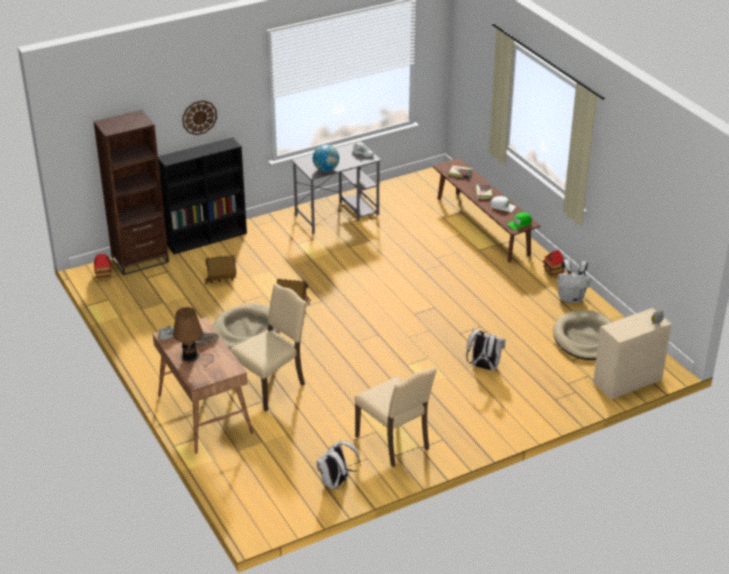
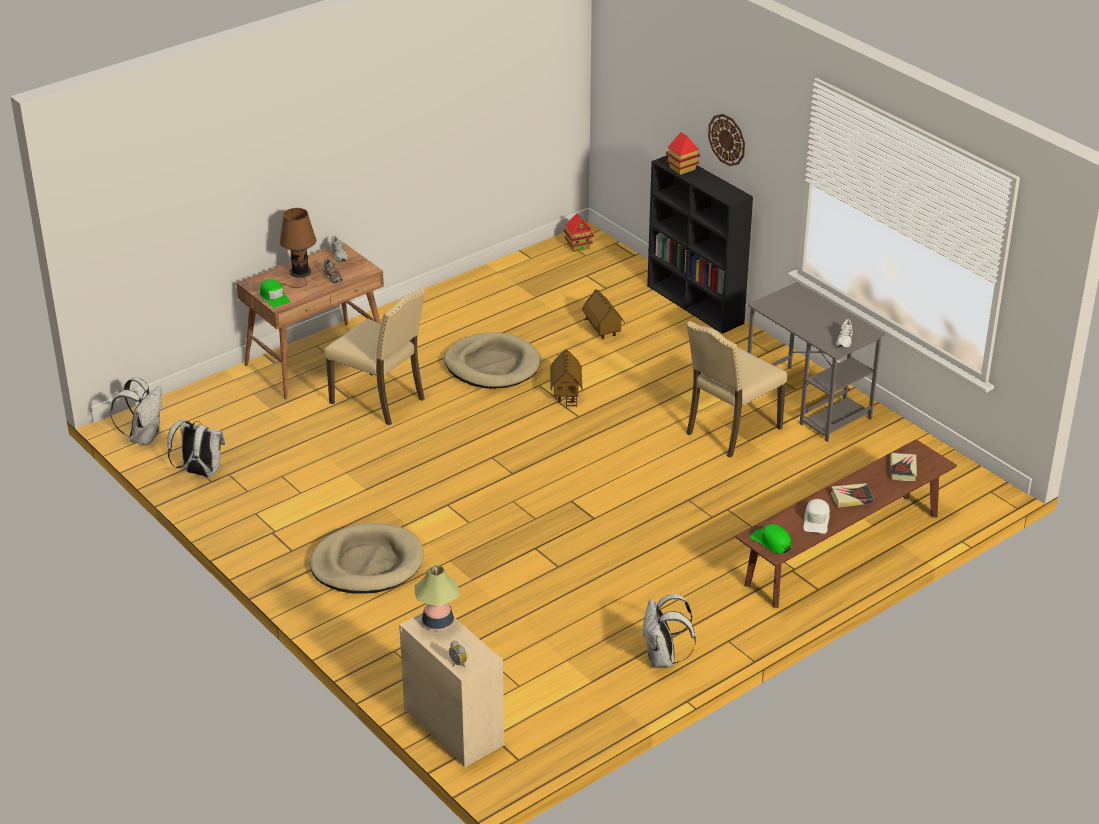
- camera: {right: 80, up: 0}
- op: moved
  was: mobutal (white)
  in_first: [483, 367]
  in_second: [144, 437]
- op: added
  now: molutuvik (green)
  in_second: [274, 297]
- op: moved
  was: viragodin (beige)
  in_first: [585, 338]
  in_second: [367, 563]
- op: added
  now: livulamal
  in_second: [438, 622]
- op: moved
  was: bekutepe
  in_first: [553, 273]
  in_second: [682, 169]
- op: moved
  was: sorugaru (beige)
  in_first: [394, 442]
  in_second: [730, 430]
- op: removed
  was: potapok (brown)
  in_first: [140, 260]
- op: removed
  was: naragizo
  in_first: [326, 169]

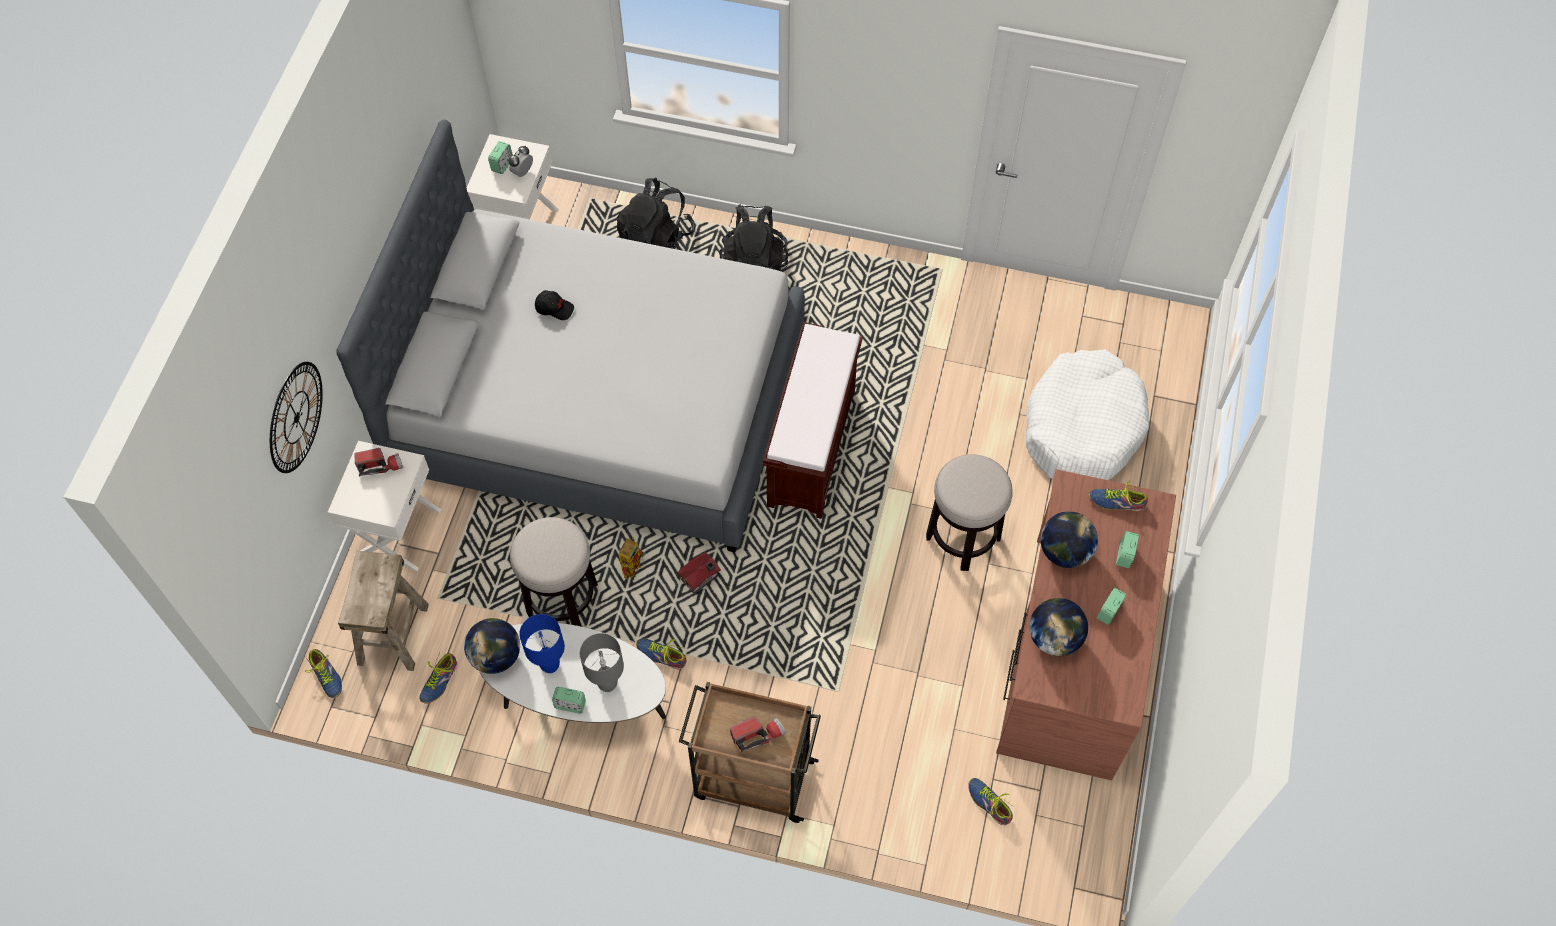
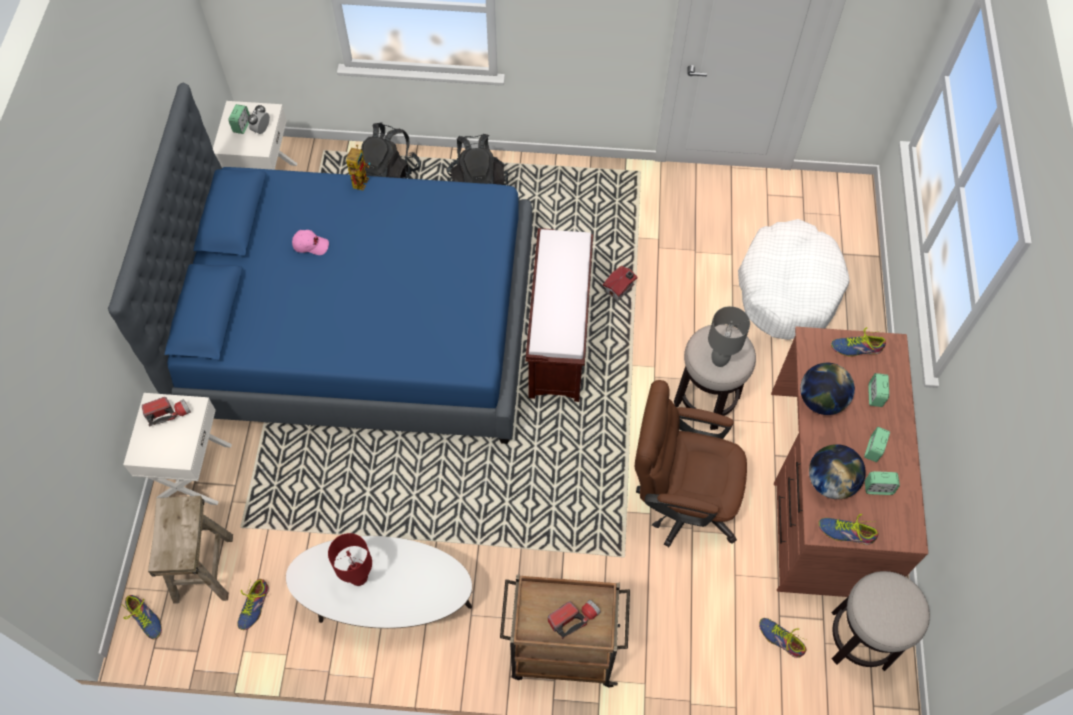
- camera: {right: -10, up: 0}
- op: recoloured
  was: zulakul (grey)
  now: zulakul (blue)
  in_first: [600, 401]
  in_second: [361, 326]
- op: recoloured
  was: molutuvik (black)
  now: molutuvik (pink)
  in_first: [554, 308]
  in_second: [311, 245]
- op: recoloured
  was: livulamal (blue)
  now: livulamal (red)
  in_first: [549, 665]
  in_second: [358, 578]
- op: moved
  was: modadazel
  in_first: [632, 565]
  in_second: [360, 179]
- op: moved
  was: bekutepe
  in_first: [701, 578]
  in_second: [620, 288]
- op: added
  now: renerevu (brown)
  in_second: [680, 499]
- op: moved
  was: livulamal (grey)
  in_first: [608, 684]
  in_second: [720, 360]
- op: moved
  was: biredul
  in_first: [661, 655]
  in_second: [846, 533]
- op: moved
  was: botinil
  in_first: [562, 599]
  in_second: [860, 639]
- op: moved
  was: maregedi
  in_first: [570, 705]
  in_second: [878, 488]
- op: removed
  was: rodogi
  in_first: [296, 417]
- op: removed
  was: naragizo
  in_first: [496, 656]

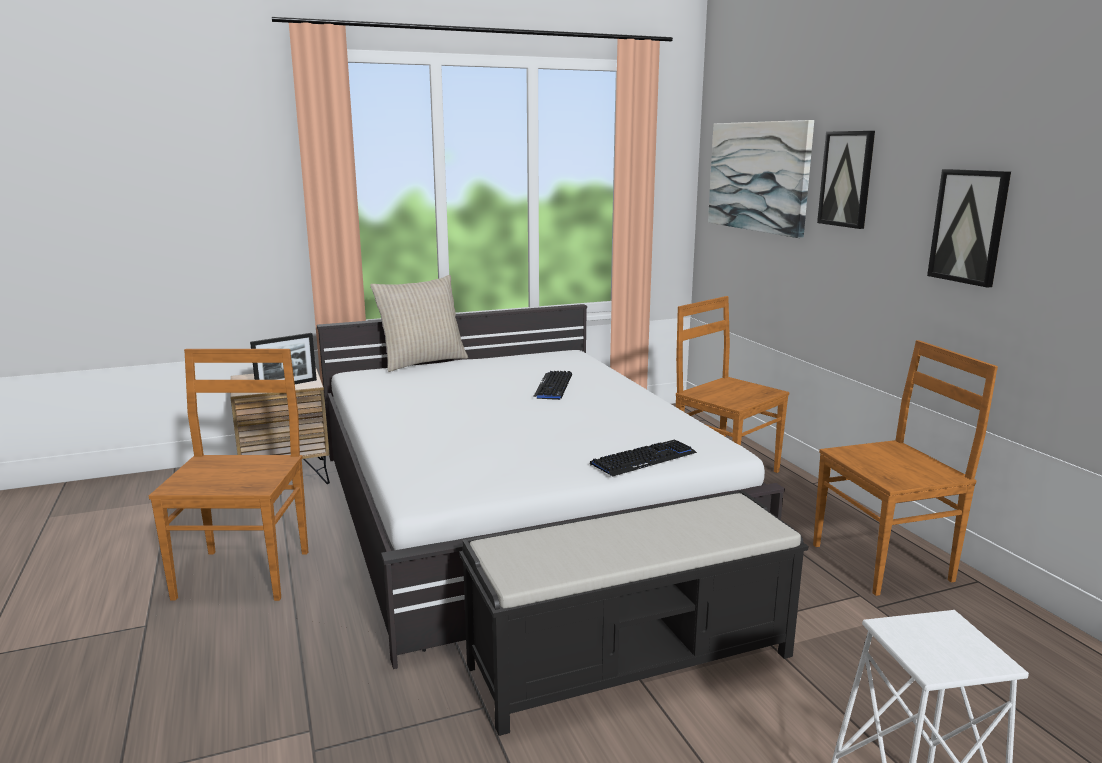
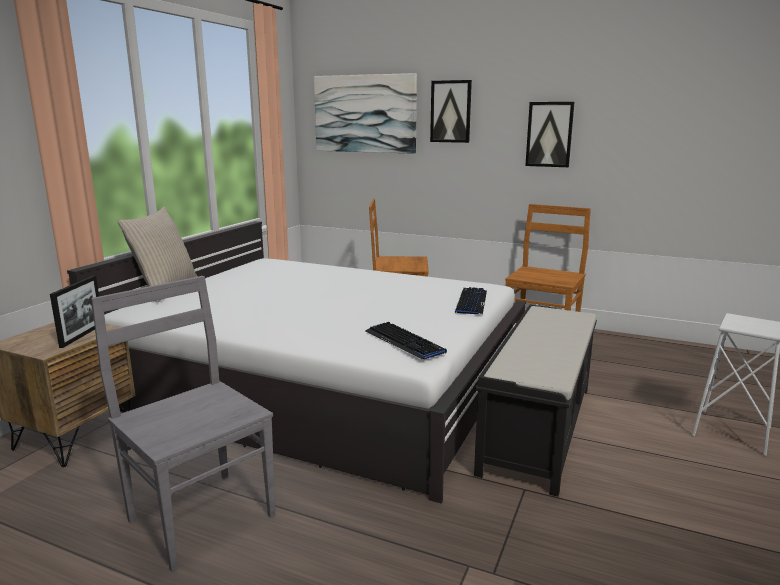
- camera: {right: -45, up: 0}
- op: recoloured
  was: sorugaru (brown)
  now: sorugaru (grey)
  in_first: [245, 572]
  in_second: [200, 516]
- op: moved
  was: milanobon
  in_first: [553, 386]
  in_second: [404, 342]

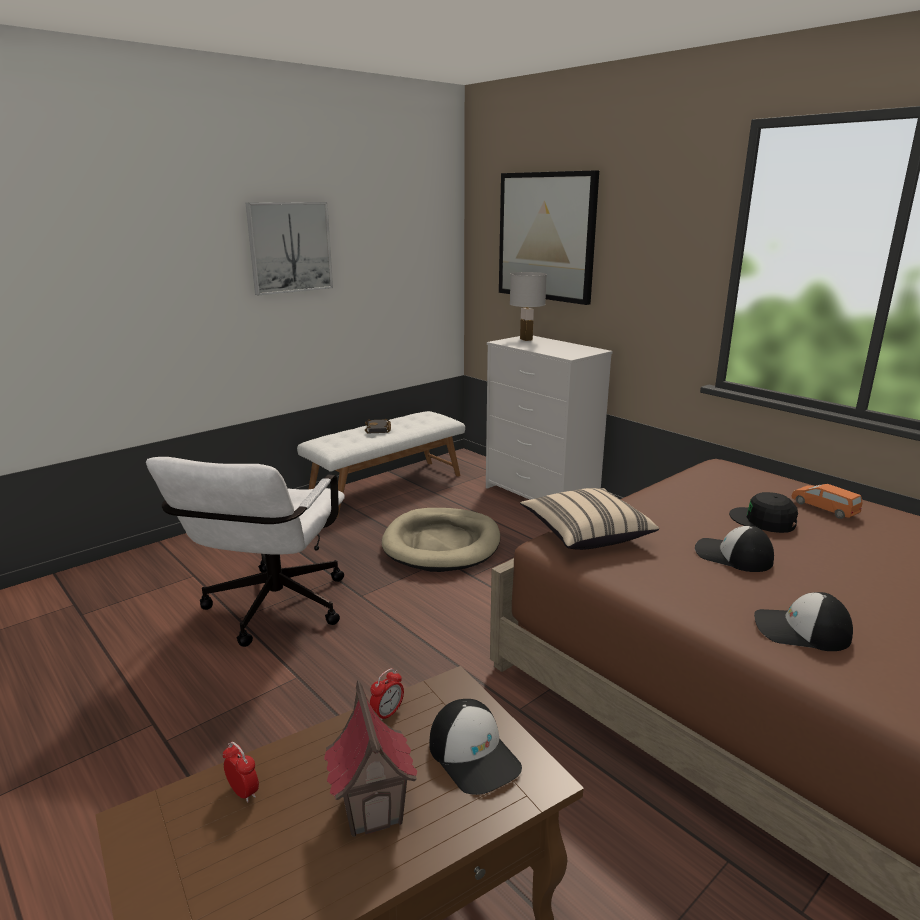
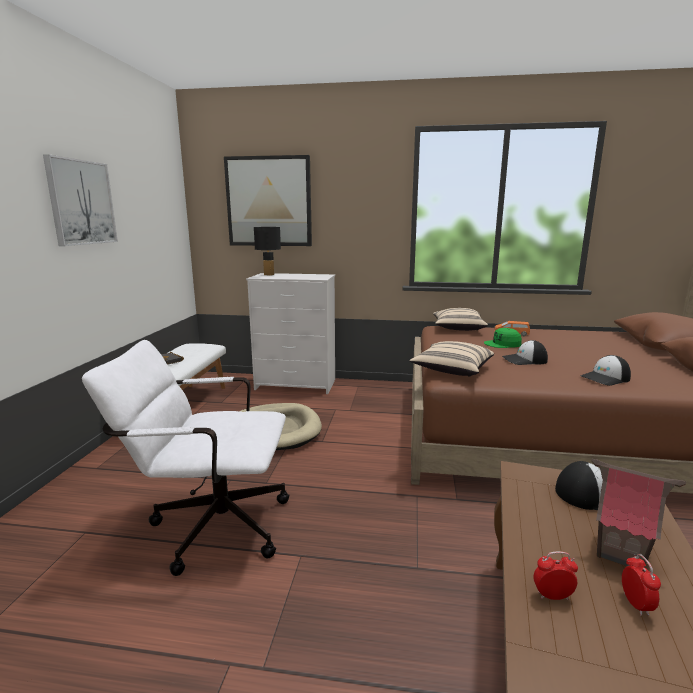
- camera: {right: -40, up: -5}
- op: turned
  was: renerevu (white)
  in_first: [271, 612]
  in_second: [209, 525]
  clockwise: 120
- op: recoloured
  was: livulamal (white)
  now: livulamal (black)
  in_first: [526, 339]
  in_second: [269, 275]
- op: added
  now: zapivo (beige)
  in_second: [457, 329]
- op: recoloured
  was: molutuvik (black)
  now: molutuvik (green)
  in_first: [763, 520]
  in_second: [503, 344]
- op: moved
  was: maregedi
  in_first: [387, 713]
  in_second: [636, 604]

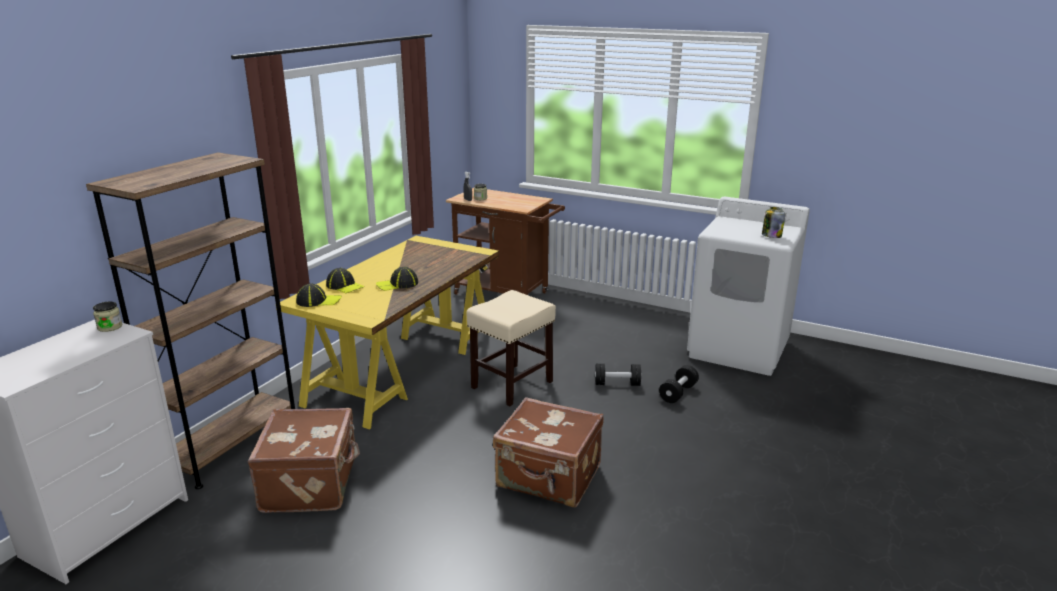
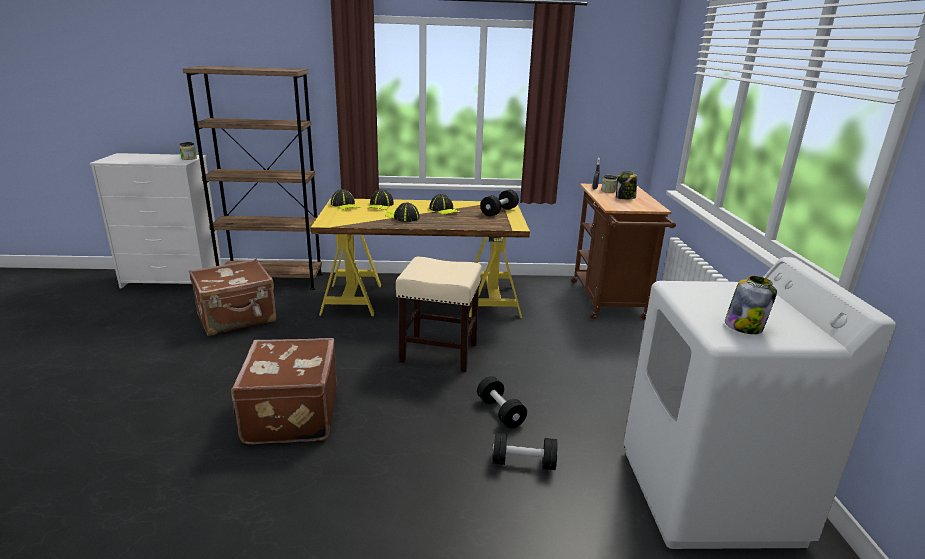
- camera: {right: 60, up: 0}
- op: added
  now: molutuvik
  in_second: [444, 210]
- op: added
  now: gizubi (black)
  in_second: [499, 212]
- op: added
  now: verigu
  in_second: [625, 198]

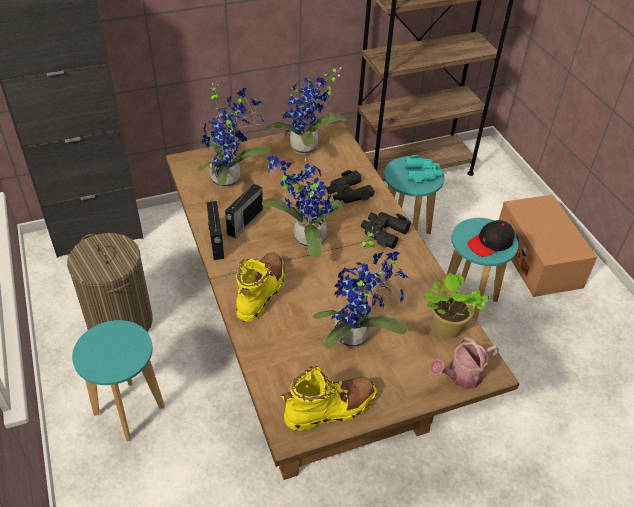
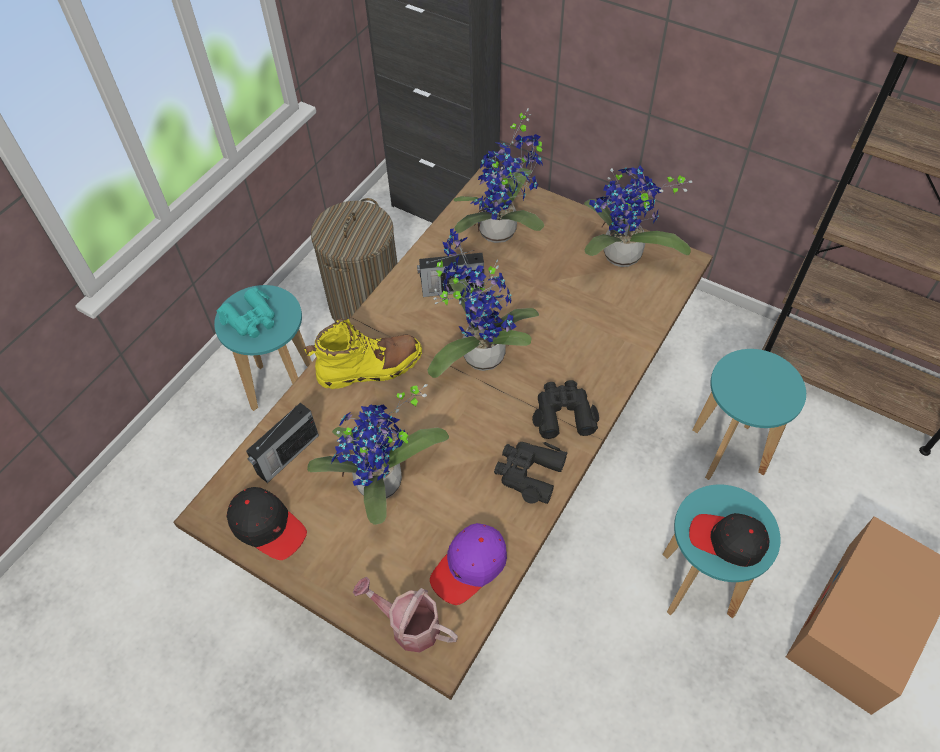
- camera: {right: 55, up: 10}
- op: moved
  was: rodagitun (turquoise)
  in_first: [422, 173]
  in_second: [251, 319]
- op: replaced
  was: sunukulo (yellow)
  now: molutuvik (black)
  in_first: [330, 409]
  in_second: [268, 526]
- op: moved
  was: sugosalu
  in_first: [216, 243]
  in_second: [287, 455]
- op: replaced
  was: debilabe
  now: molutuvik (purple)
  in_first: [446, 328]
  in_second: [470, 567]
- op: moved
  was: rodagitun (black)
  in_first: [348, 193]
  in_second: [528, 473]

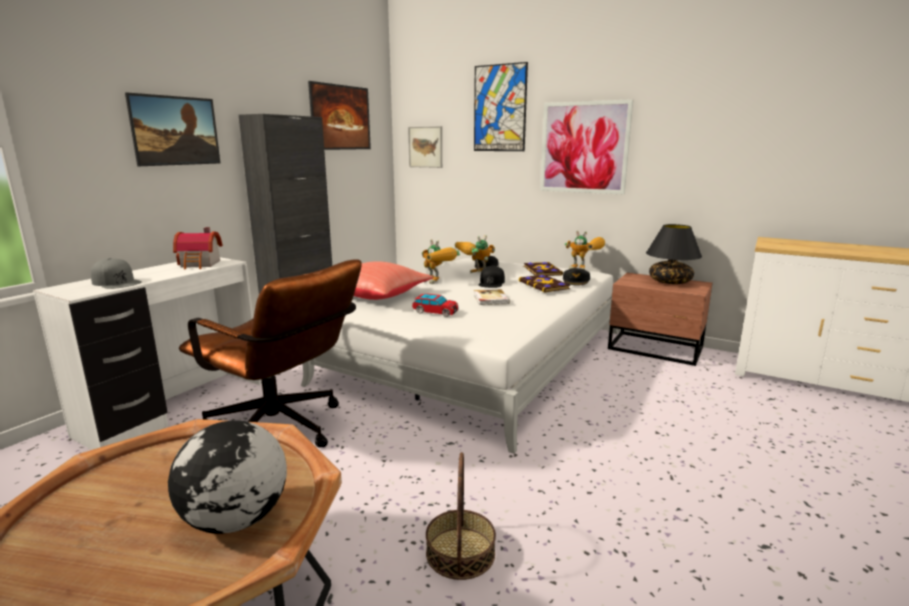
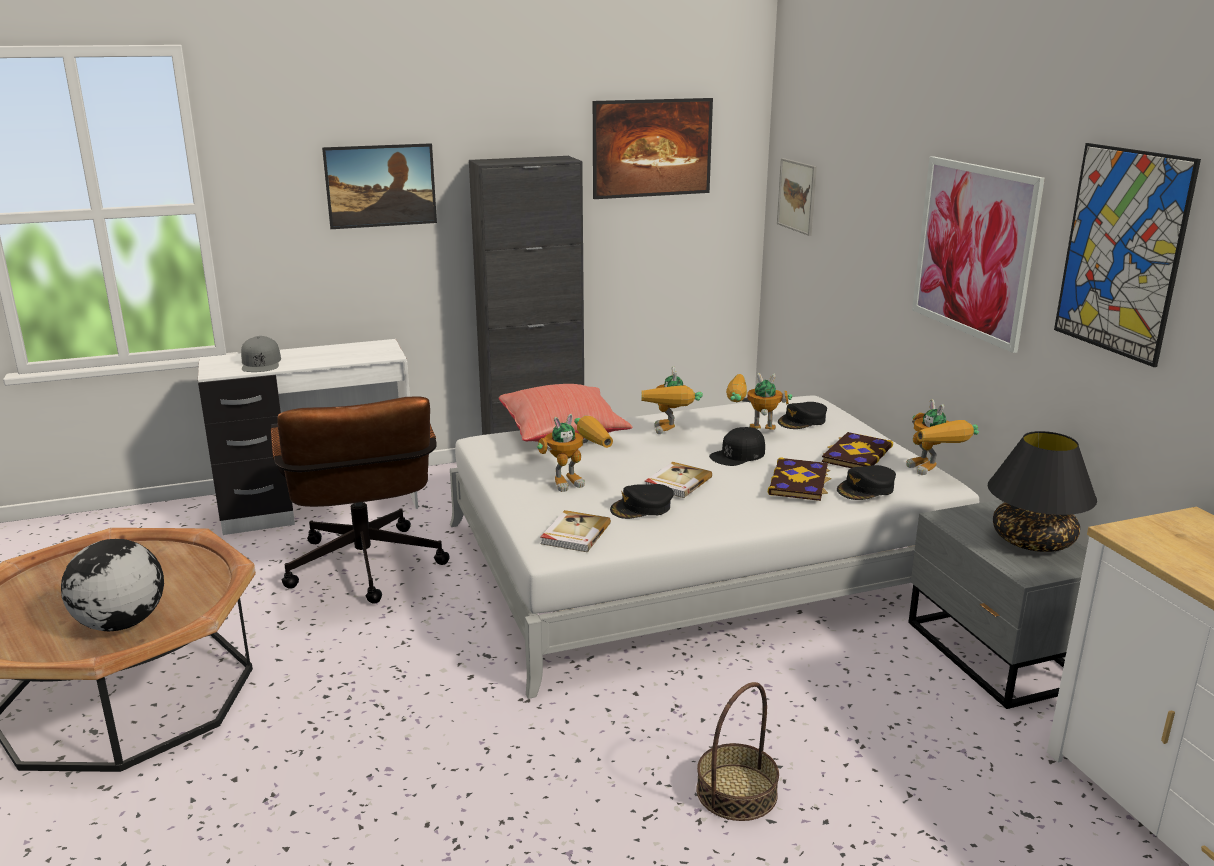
- camera: {right: 40, up: 5}
- op: replaced
  was: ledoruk
  now: modadazel
  in_first: [435, 312]
  in_second: [576, 481]
- op: added
  now: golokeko
  in_second: [574, 534]
- op: added
  now: molutuvik (black)
  in_second: [642, 508]
- op: moved
  was: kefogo
  in_first: [460, 552]
  in_second: [736, 792]
- op: recoloured
  was: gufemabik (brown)
  now: gufemabik (grey)
  in_first: [656, 349]
  in_second: [995, 656]
- op: moved
  was: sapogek
  in_first: [499, 108]
  in_second: [1122, 252]
- op: removed
  was: bekutepe
  in_first: [201, 264]

